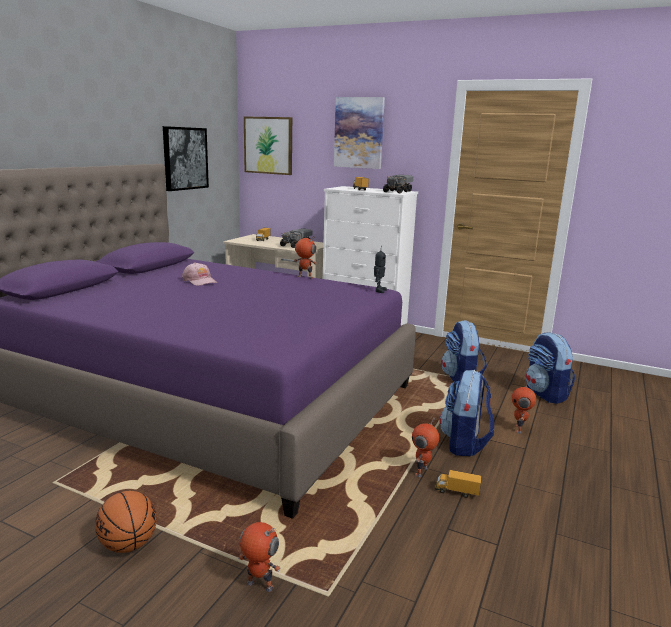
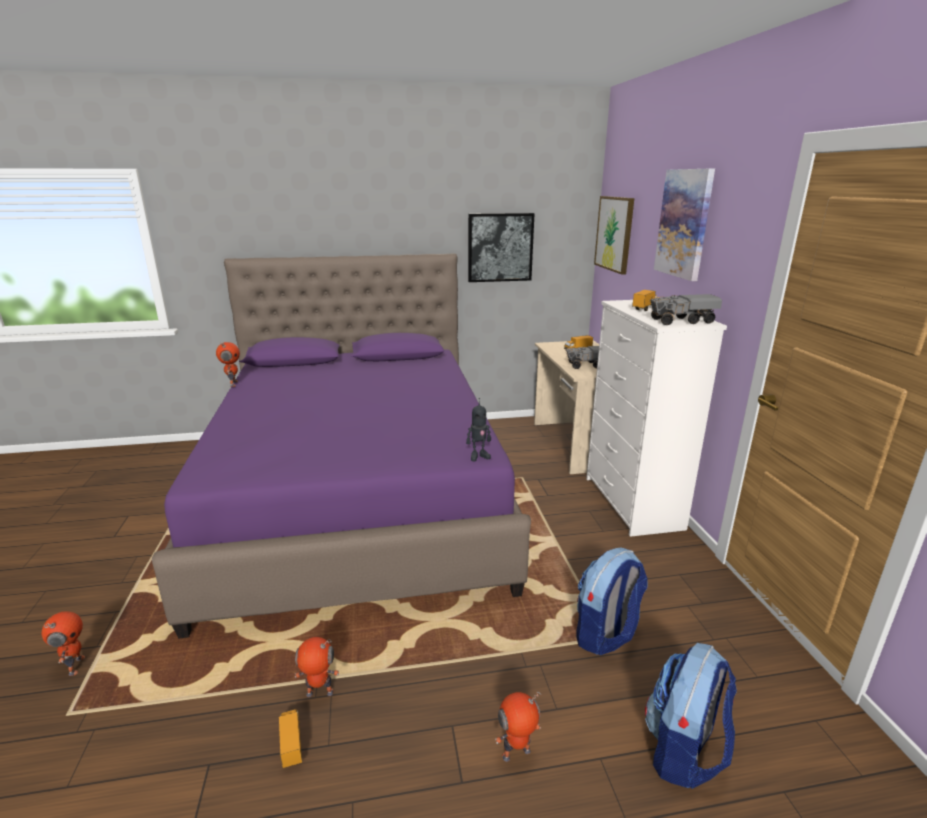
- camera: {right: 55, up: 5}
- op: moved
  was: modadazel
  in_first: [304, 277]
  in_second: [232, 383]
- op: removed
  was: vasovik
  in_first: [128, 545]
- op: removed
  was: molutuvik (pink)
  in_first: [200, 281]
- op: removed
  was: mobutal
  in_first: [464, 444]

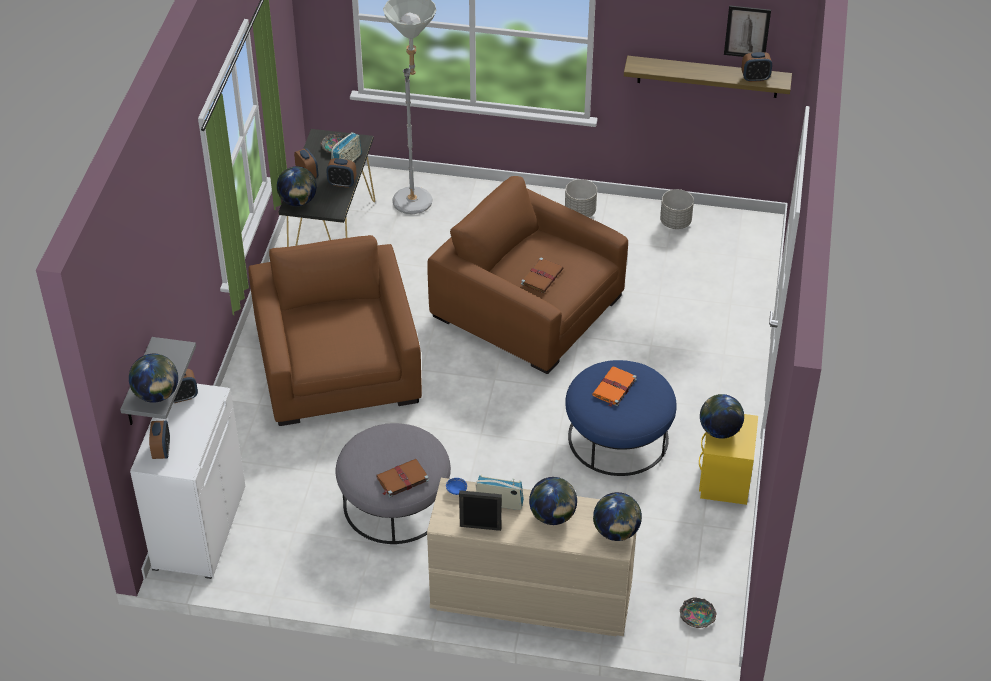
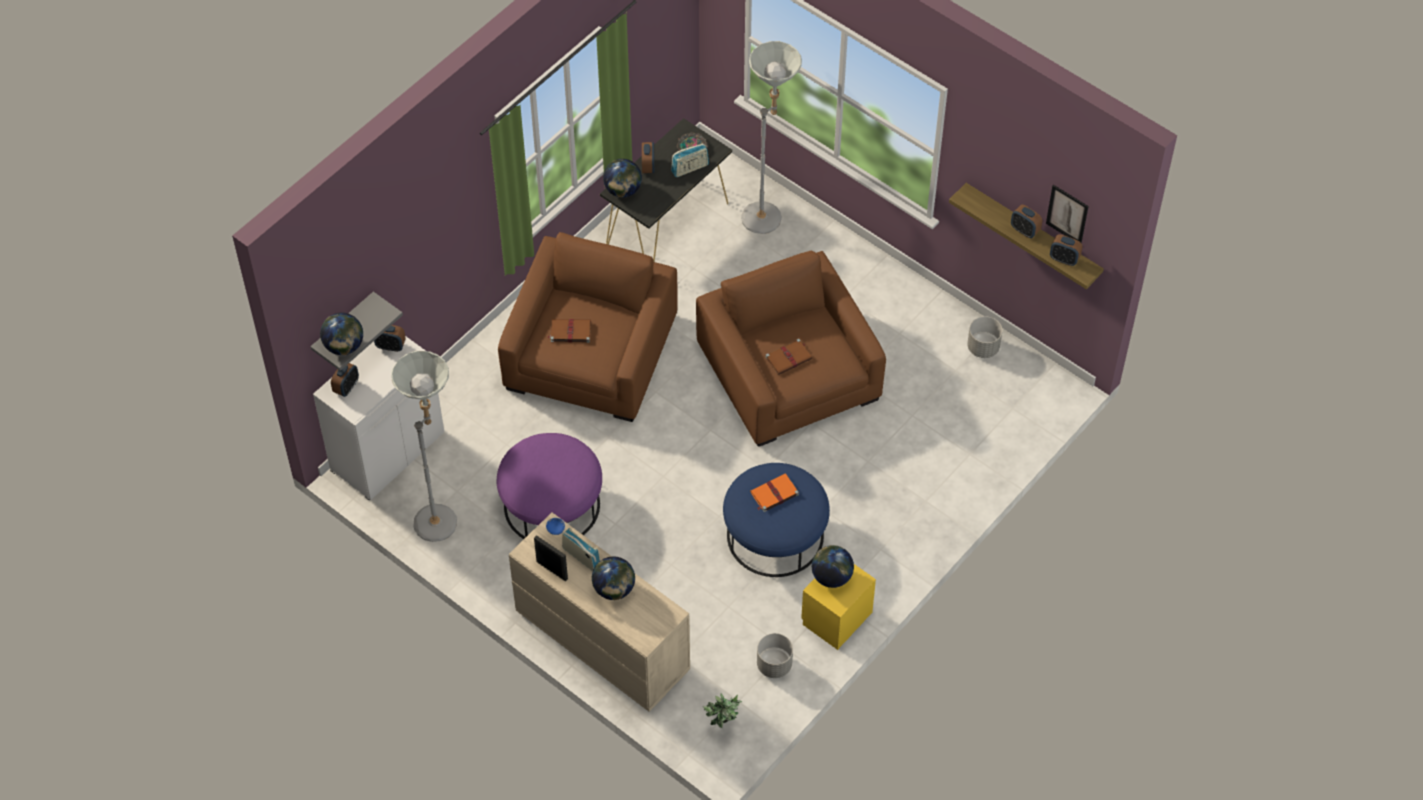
- camera: {right: 30, up: 10}
- op: added
  now: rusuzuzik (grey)
  in_second: [441, 516]
- op: recoloured
  was: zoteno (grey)
  now: zoteno (purple)
  in_first: [394, 503]
  in_second: [551, 505]
- op: moved
  was: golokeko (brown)
  in_first: [402, 479]
  in_second: [570, 331]
- op: replaced
  was: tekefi
  now: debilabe
  in_first: [697, 617]
  in_second: [722, 726]
- op: moved
  was: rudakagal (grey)
  in_first: [580, 212]
  in_second: [774, 665]
- op: moved
  was: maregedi
  in_first: [342, 183]
  in_second: [1024, 230]
- op: removed
  was: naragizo
  in_first: [616, 532]

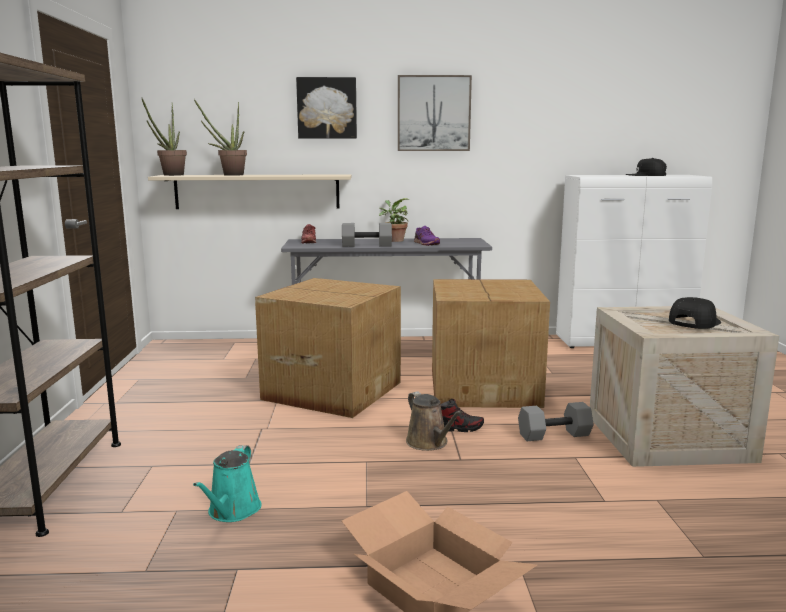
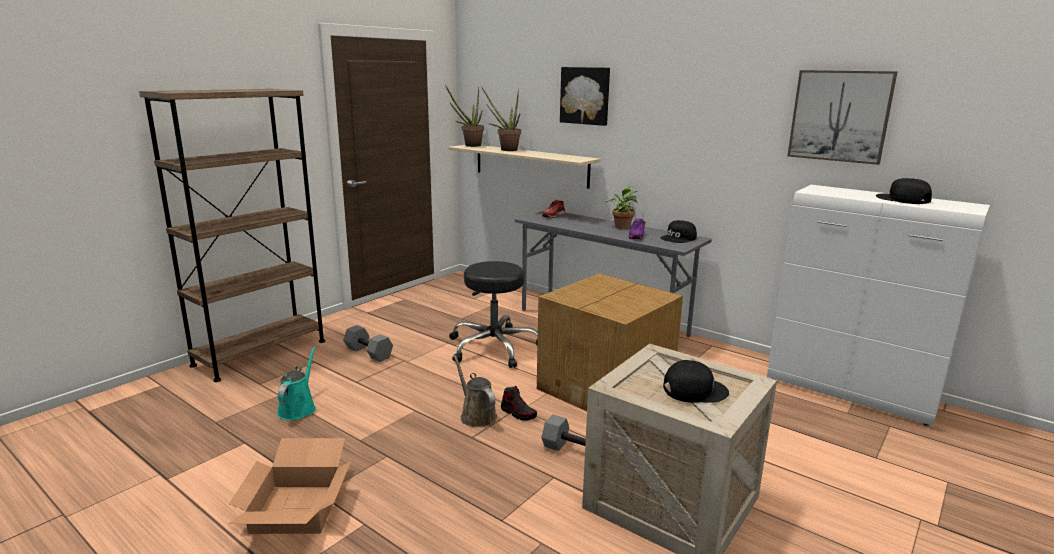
- camera: {right: 40, up: 5}
- op: turned
  was: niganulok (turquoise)
  in_first: [232, 511]
  in_second: [298, 408]
  clockwise: 135
- op: moved
  was: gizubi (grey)
  in_first: [367, 245]
  in_second: [369, 353]
- op: replaced
  was: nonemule
  now: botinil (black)
  in_first: [332, 390]
  in_second: [494, 347]
- op: turned
  was: niganulok (brown)
  in_first: [429, 443]
  in_second: [476, 415]
  clockwise: 135
- op: added
  now: molutuvik (black)
  in_second: [679, 238]
- op: moved
  was: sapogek
  in_first: [433, 113]
  in_second: [840, 116]

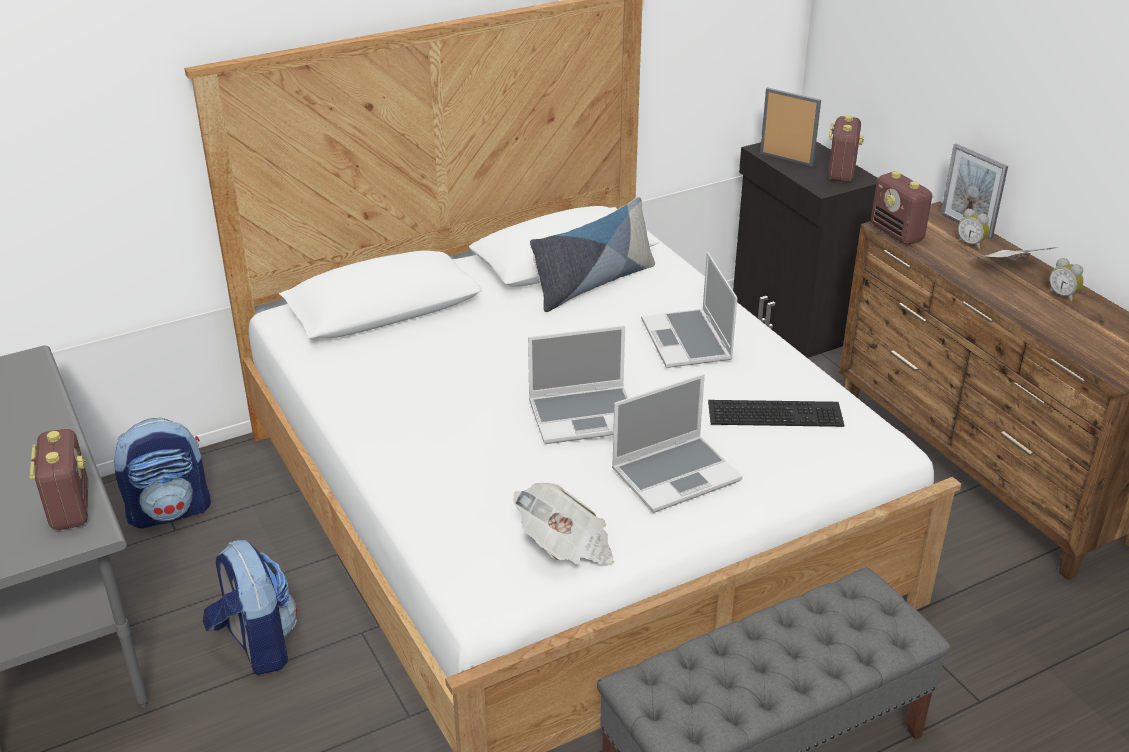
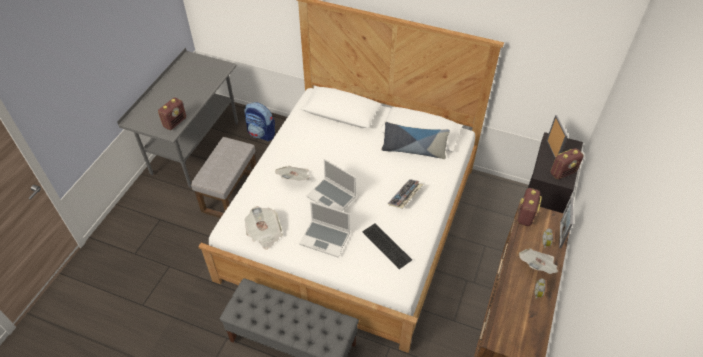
- camera: {right: 50, up: 15}
- op: replaced
  was: mobutal
  now: zoteno (grey)
  in_first: [256, 645]
  in_second: [230, 192]
- op: added
  now: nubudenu
  in_second: [295, 179]
- op: replaced
  was: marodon
  now: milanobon
  in_first: [688, 341]
  in_second: [405, 197]

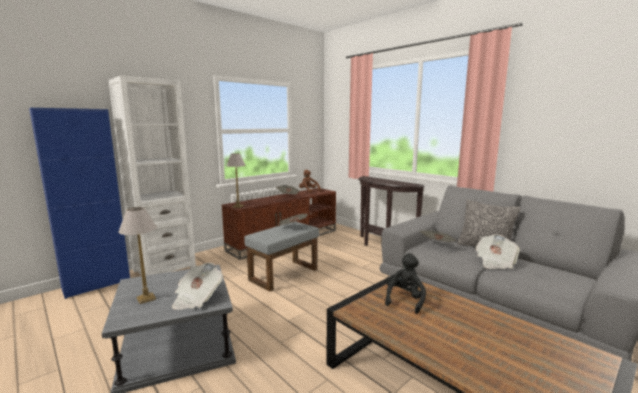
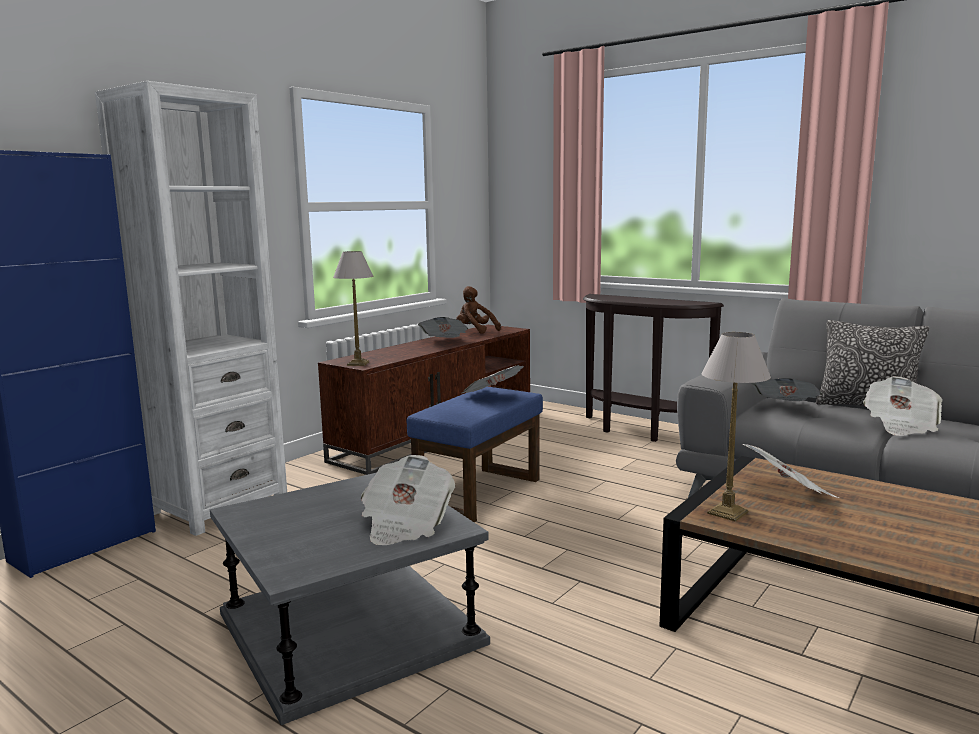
- camera: {right: -10, up: 0}
- op: recoloured
  was: zoteno (grey)
  now: zoteno (blue)
  in_first: [284, 274]
  in_second: [479, 493]
- op: moved
  was: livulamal
  in_first: [145, 298]
  in_second: [726, 512]
- op: replaced
  was: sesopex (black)
  now: nubudenu
  in_first: [404, 300]
  in_second: [788, 493]

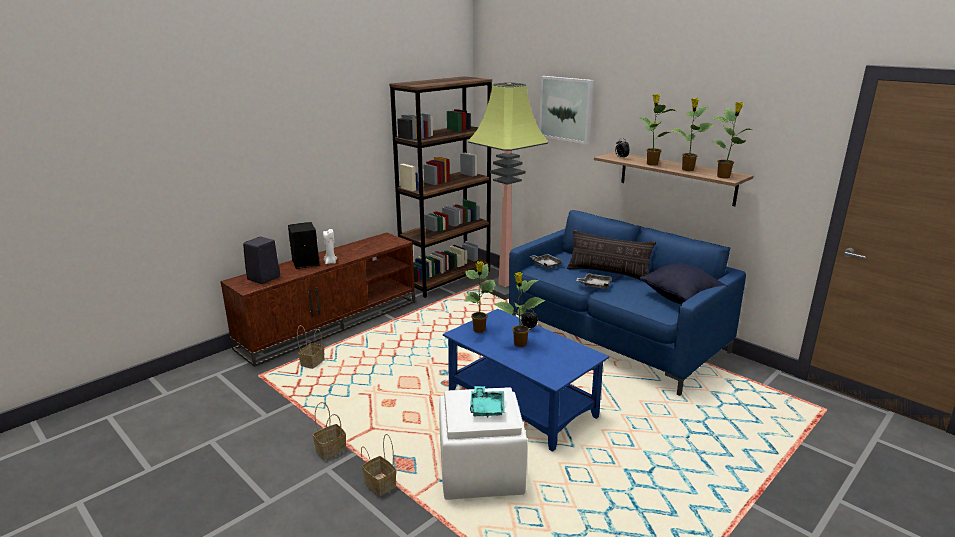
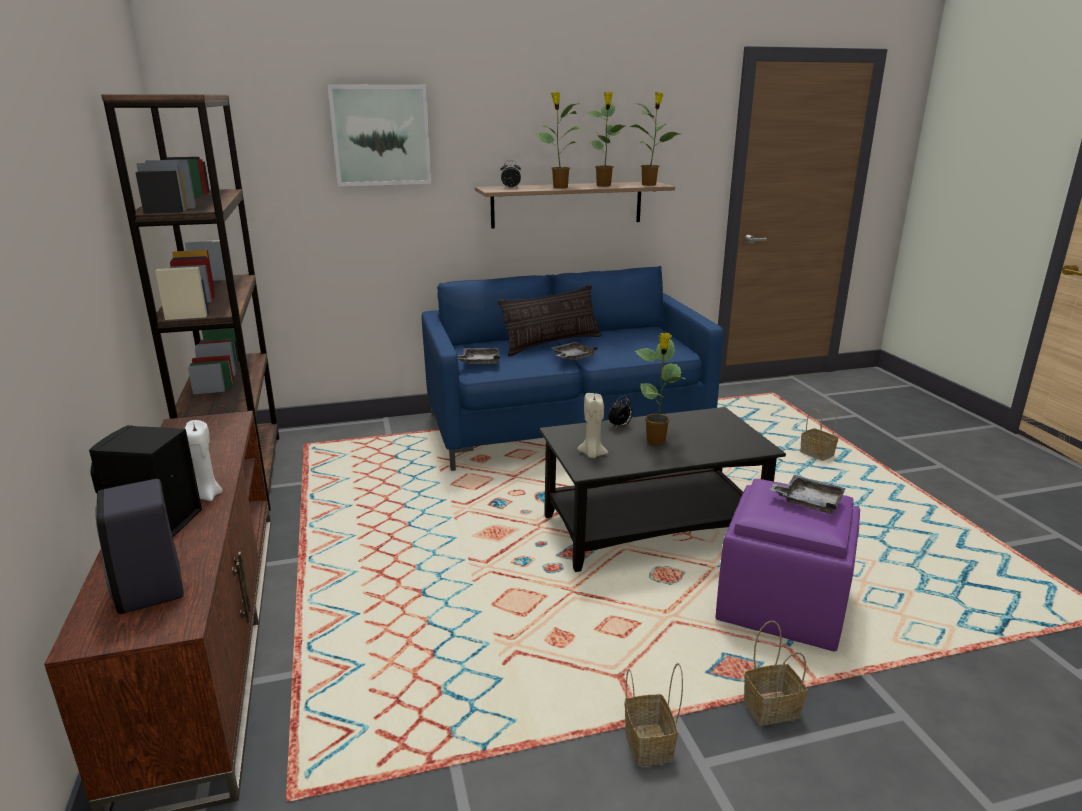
- camera: {right: -60, up: 0}
- op: recoloured
  was: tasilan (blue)
  now: tasilan (black)
  in_first: [522, 404]
  in_second: [653, 528]
- op: replaced
  was: debilabe
  now: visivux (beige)
  in_first: [479, 330]
  in_second: [592, 454]
- op: recoloured
  was: zoteno (white)
  now: zoteno (purple)
  in_first: [480, 473]
  in_second: [783, 606]
- op: recoloured
  was: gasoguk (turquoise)
  now: gasoguk (grey)
  in_first: [487, 407]
  in_second: [808, 502]
- op: moved
  was: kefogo
  in_first: [312, 362]
  in_second: [815, 454]
- op: removed
  was: rusuzuzik
  in_first: [505, 289]
- op: removed
  was: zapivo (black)
  in_first: [680, 298]

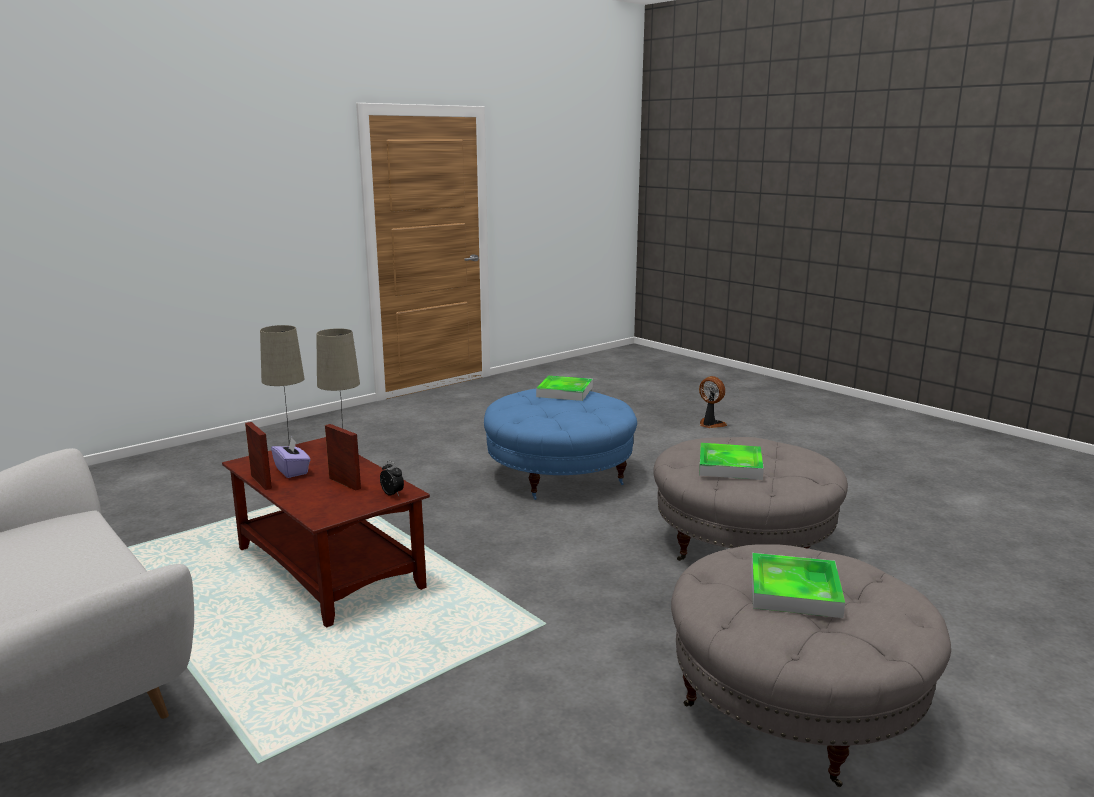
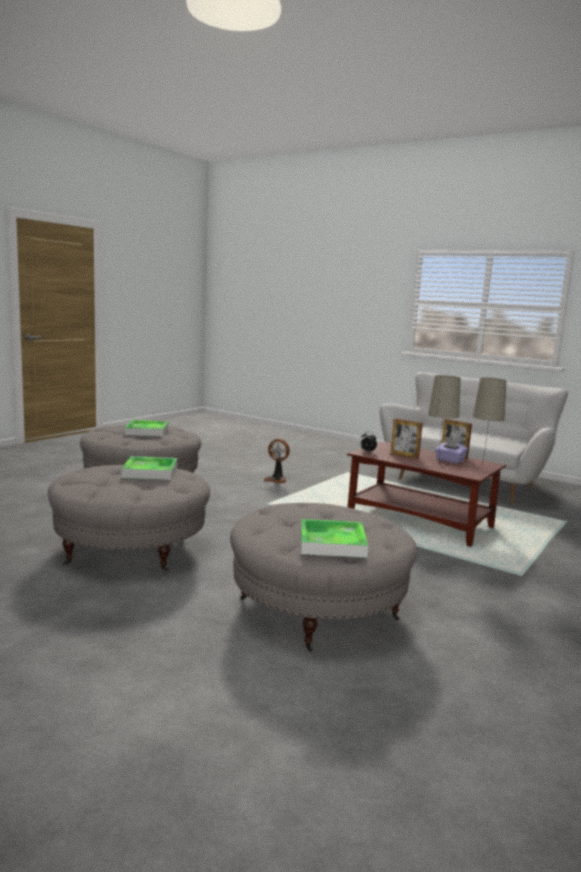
- camera: {right: 165, up: -5}
- op: recoloured
  was: zoteno (blue)
  now: zoteno (grey)
  in_first: [560, 474]
  in_second: [318, 608]
- op: moved
  was: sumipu
  in_first: [710, 424]
  in_second: [276, 479]

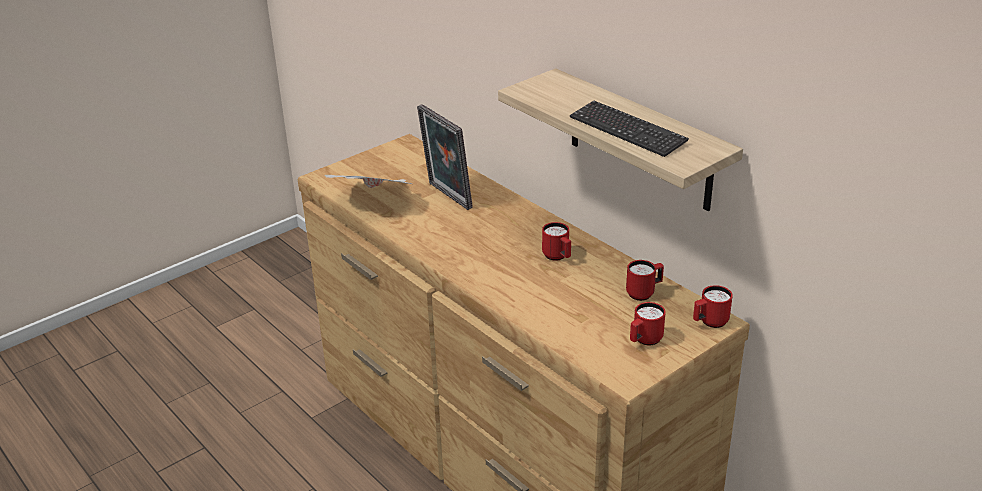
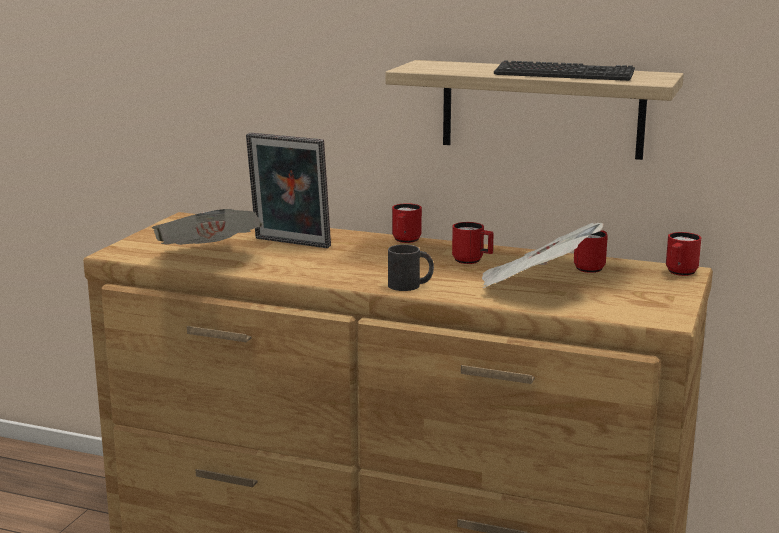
- camera: {right: -30, up: -15}
- op: added
  now: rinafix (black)
  in_second: [410, 285]
- op: moved
  was: rinafix (red)
  in_first: [644, 341]
  in_second: [405, 241]
- op: added
  now: nubudenu
  in_second: [535, 287]

